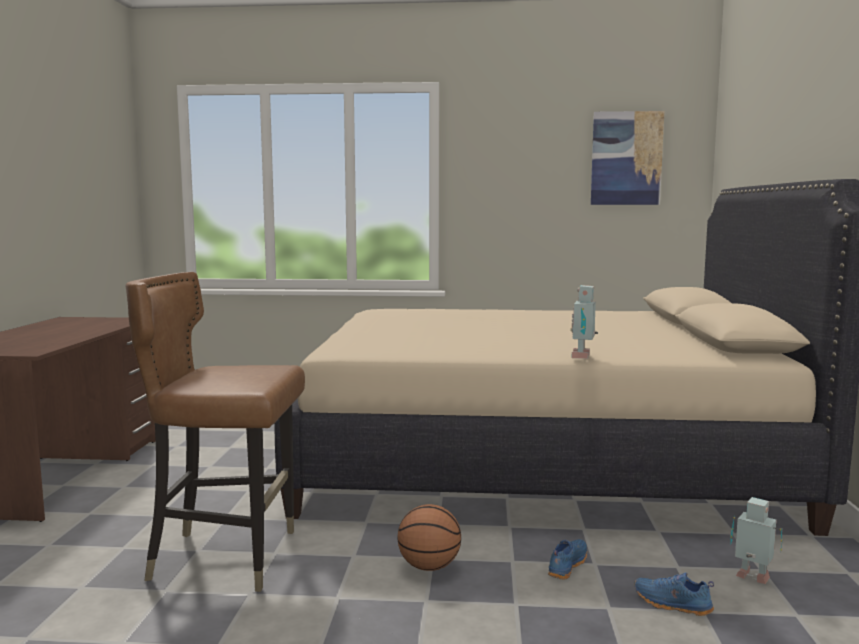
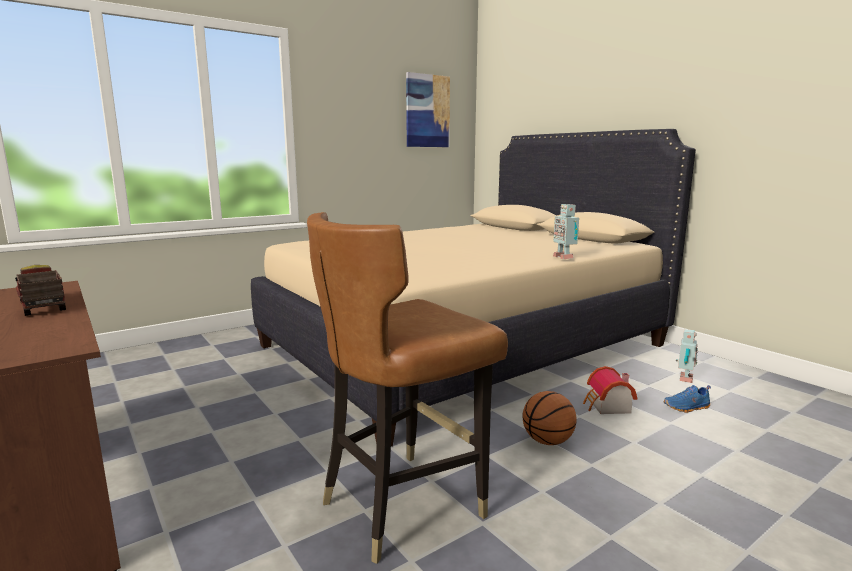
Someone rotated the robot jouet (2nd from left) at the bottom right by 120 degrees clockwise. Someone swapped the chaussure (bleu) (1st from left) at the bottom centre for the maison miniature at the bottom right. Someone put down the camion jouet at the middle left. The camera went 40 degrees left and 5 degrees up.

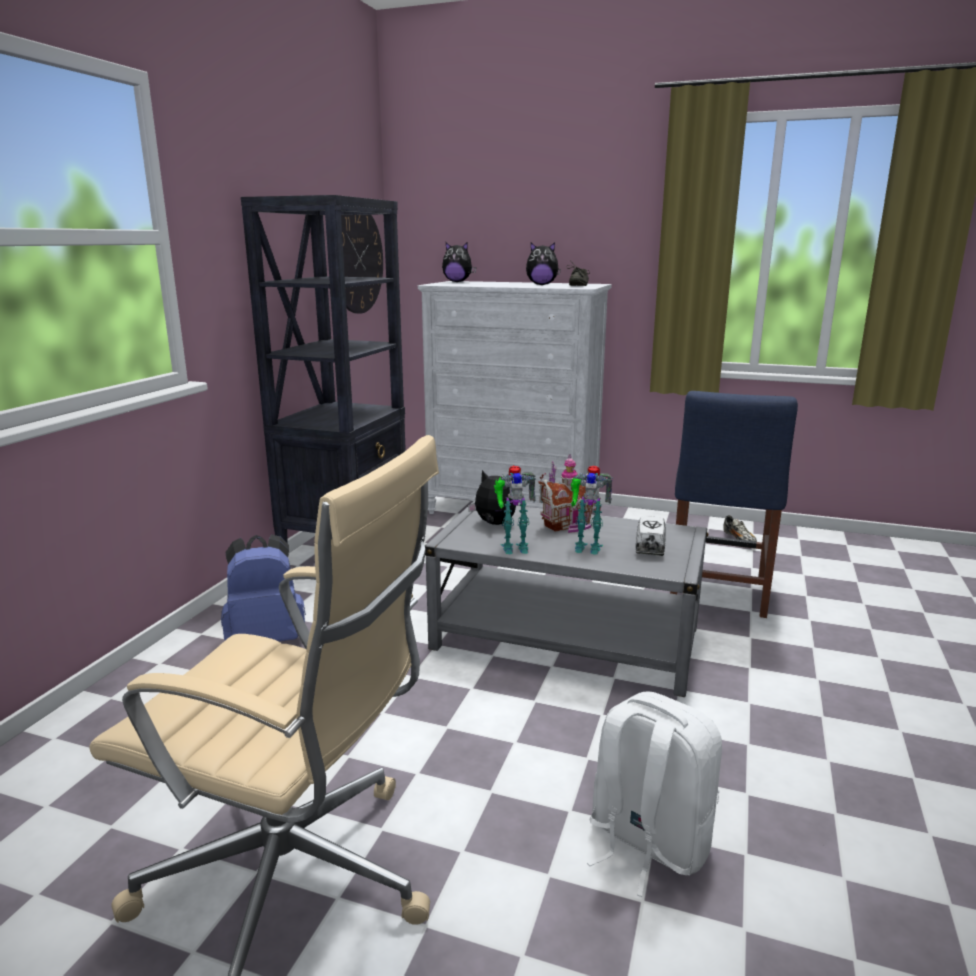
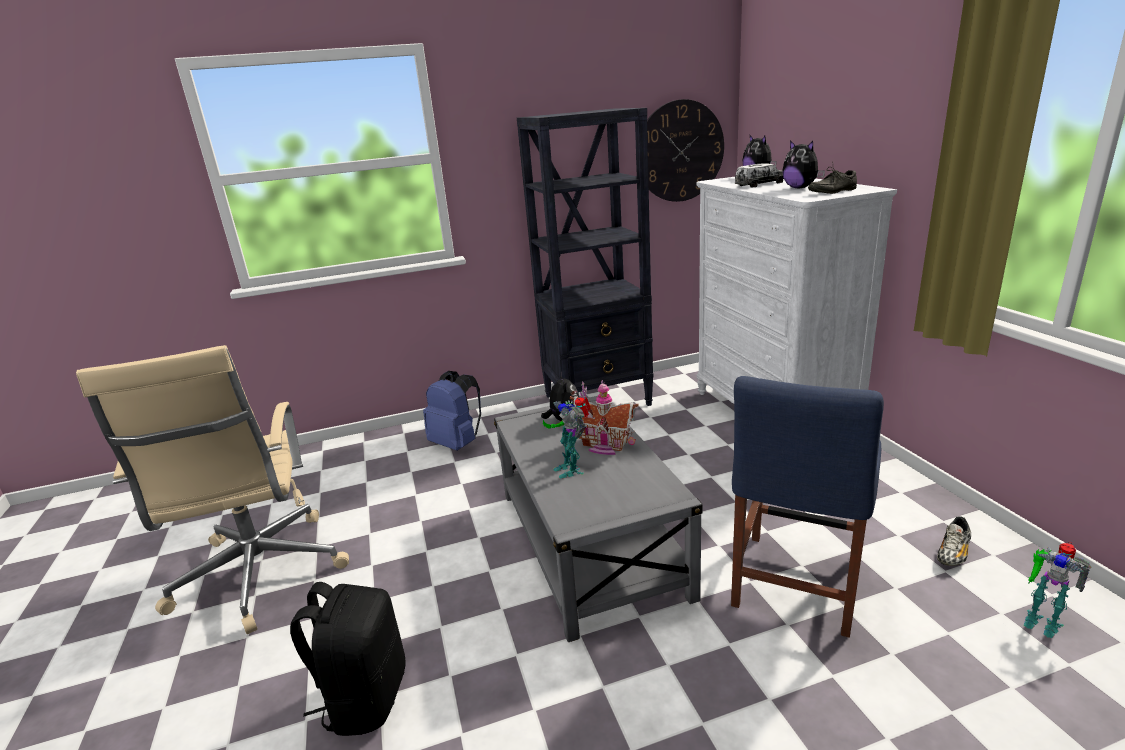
Someone rotated the chaise (bleu) at the middle right by 45 degrees counterclockwise. Someone carried the robot jouet (1st from left in the first image) from the centre to the bottom right. Someone carried the camion jouet from the middle right to the top right. Someone repainted the sac à dos (blanc) at the bottom right, which became the sac à dos (noir) at the bottom left. The camera went 55 degrees right and 5 degrees up.

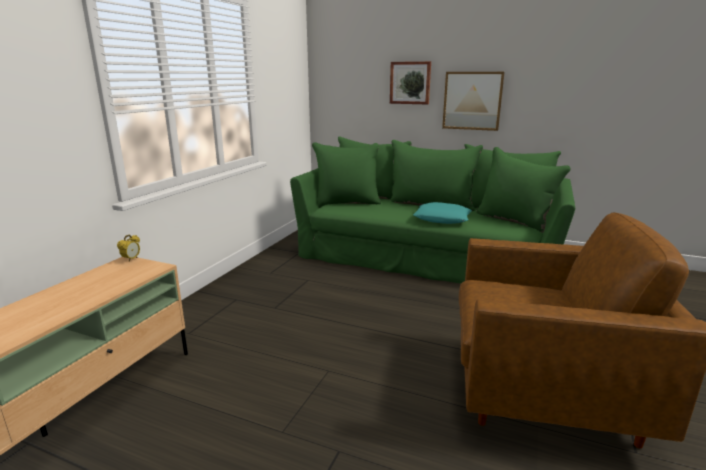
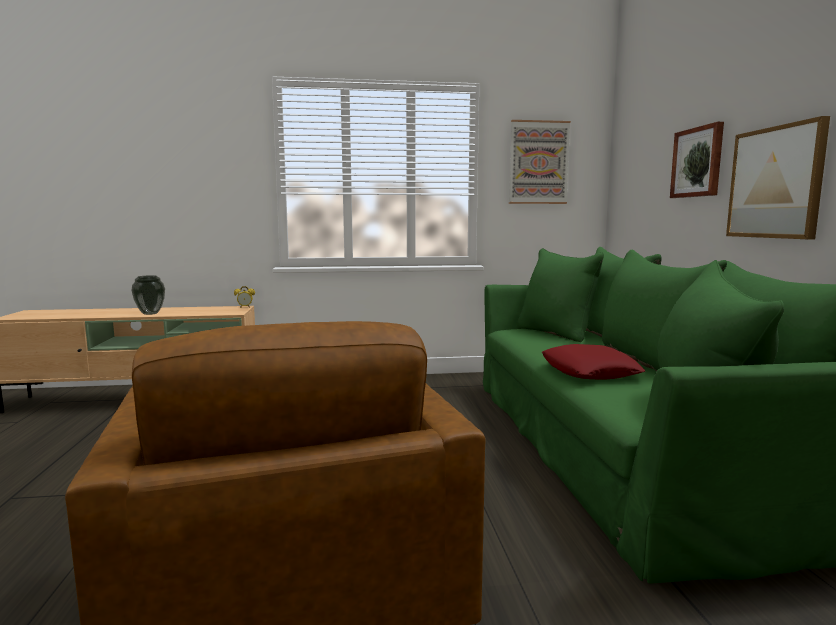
Someone repainted the coussin (turquoise) at the centre, which became the coussin (rouge) at the middle right. Someone put up the tableau (1st from left) at the top centre. Someone put down the vase at the middle left. The camera went 60 degrees right and 10 degrees down.

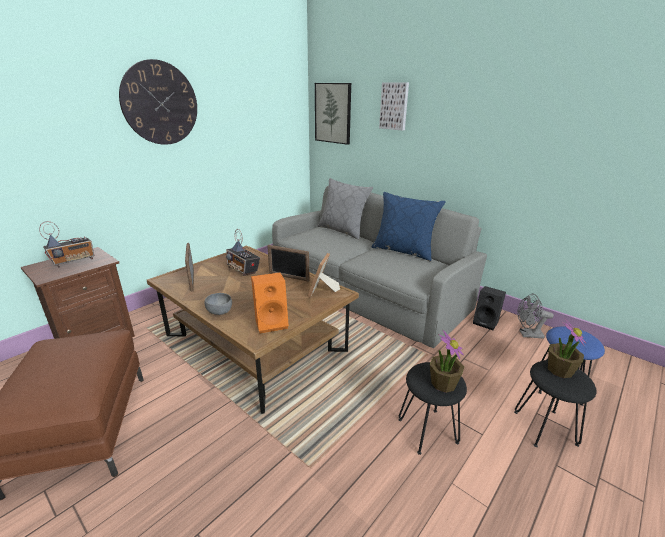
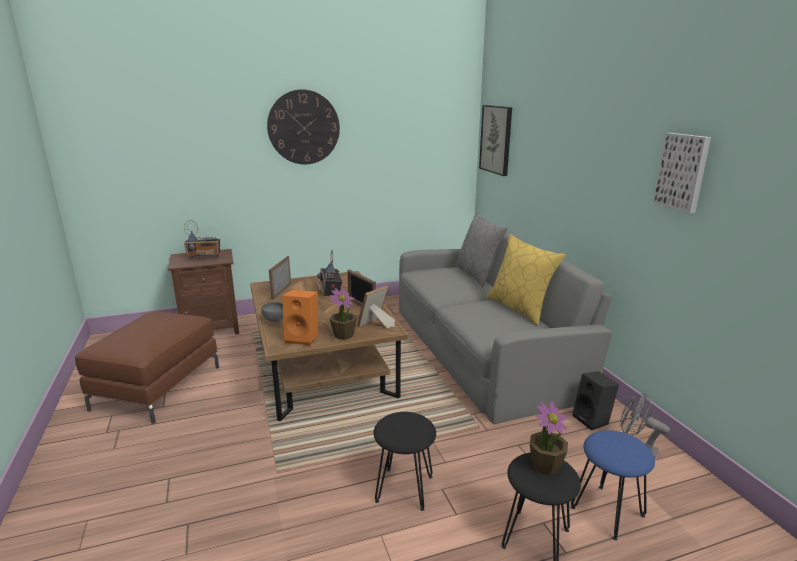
Someone carried the tableau (2nd from left) from the top centre to the top right. Someone repainted the coussin (bleu) at the centre, which became the coussin (jaune) at the centre. Someone carried the plante en pot (1st from left) from the bottom right to the centre. The camera went 30 degrees right and 5 degrees down.

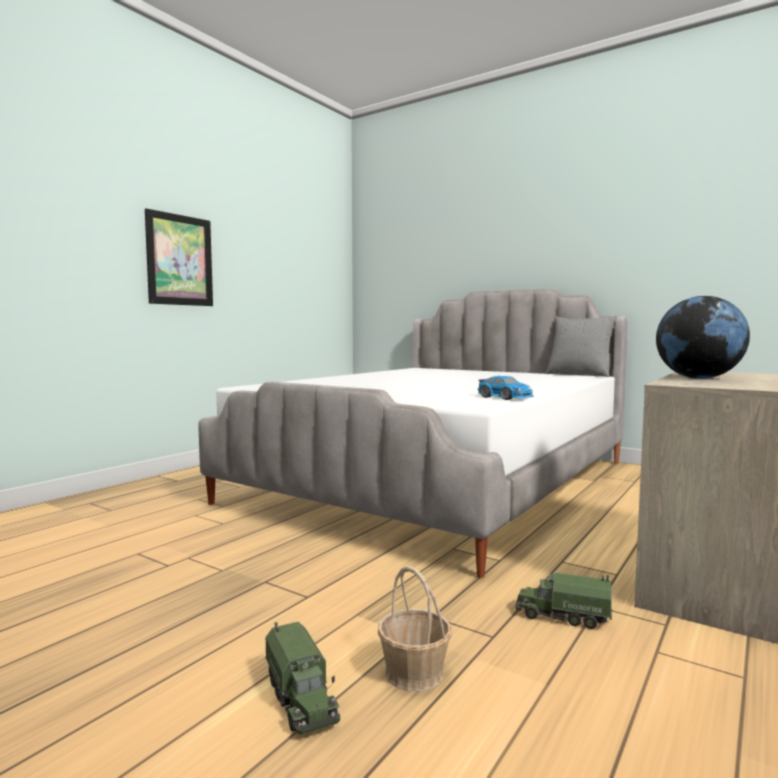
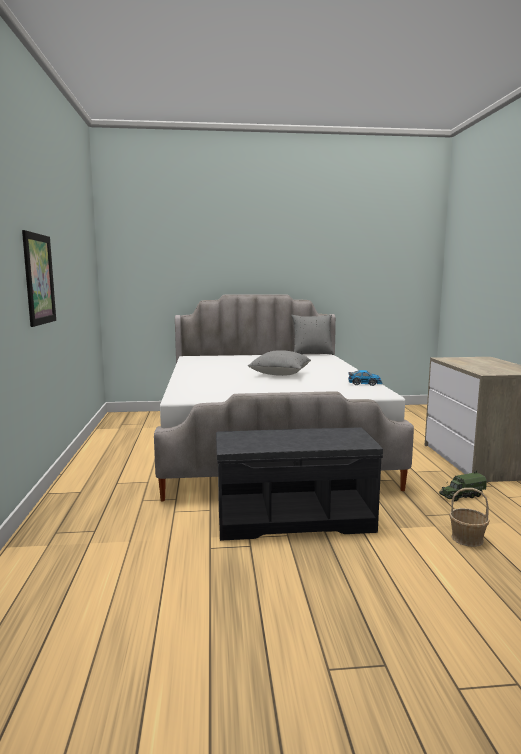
Someone took away the globe at the middle right. Someone took away the camion jouet (1st from left) at the bottom centre. Someone put down the coussin (gris) (1st from left) at the centre. Someone put down the banc (gris) at the centre. The camera went 40 degrees left and 5 degrees up.

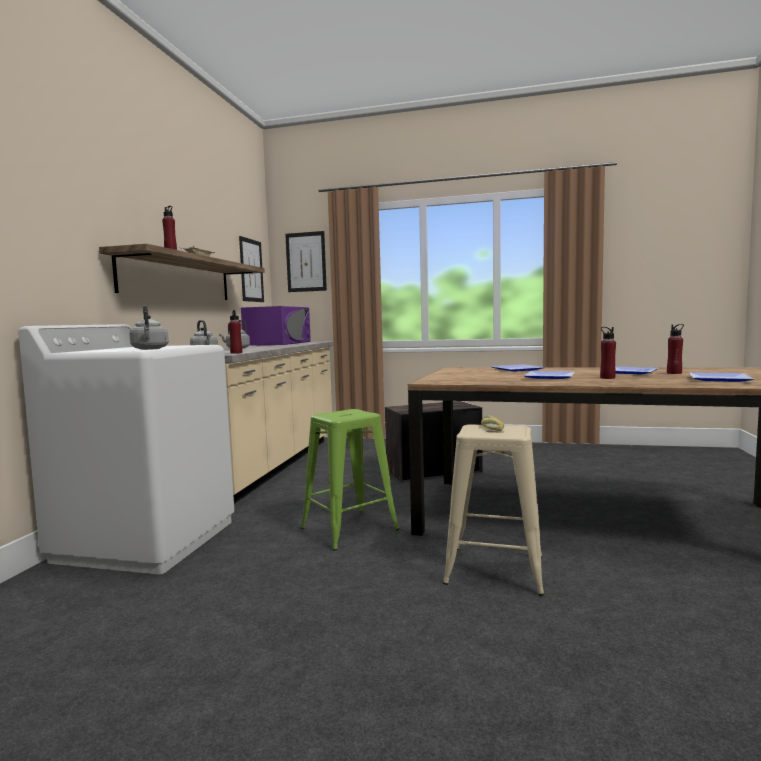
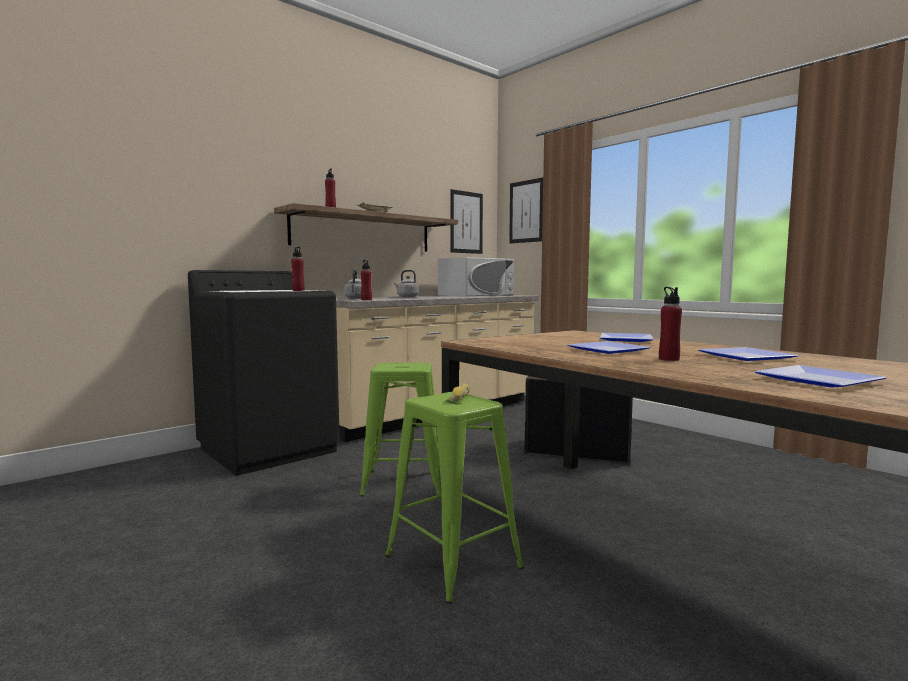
Someone took away the bouilloire (gris) (1st from left) at the middle left. Someone repainted the micro-ondes (violet) at the centre, which became the micro-ondes (blanc) at the centre. Someone repainted the lave-linge (blanc) at the middle left, which became the lave-linge (noir) at the middle left. Someone carried the bouteille (rouge) (4th from left in the first image) from the middle right to the middle left. Someone repainted the tabouret (beige) at the bottom centre, which became the tabouret (vert) (2nd from left) at the bottom centre. The camera went 35 degrees right and 0 degrees up.

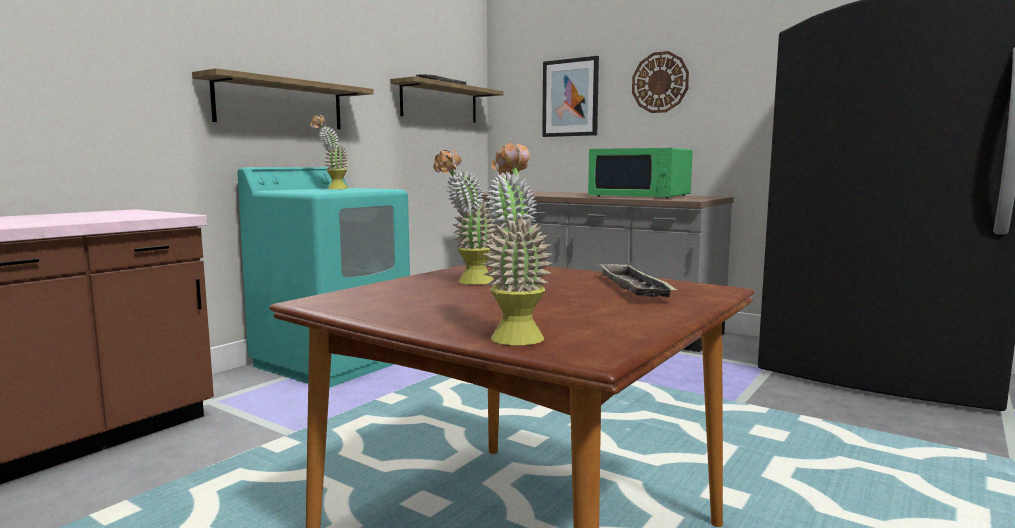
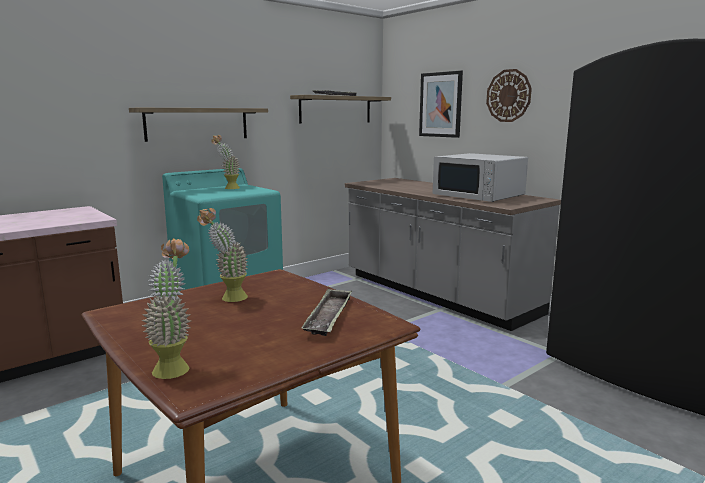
Someone repainted the micro-ondes (vert) at the top centre, which became the micro-ondes (blanc) at the middle right. The camera went 15 degrees right and 5 degrees up.

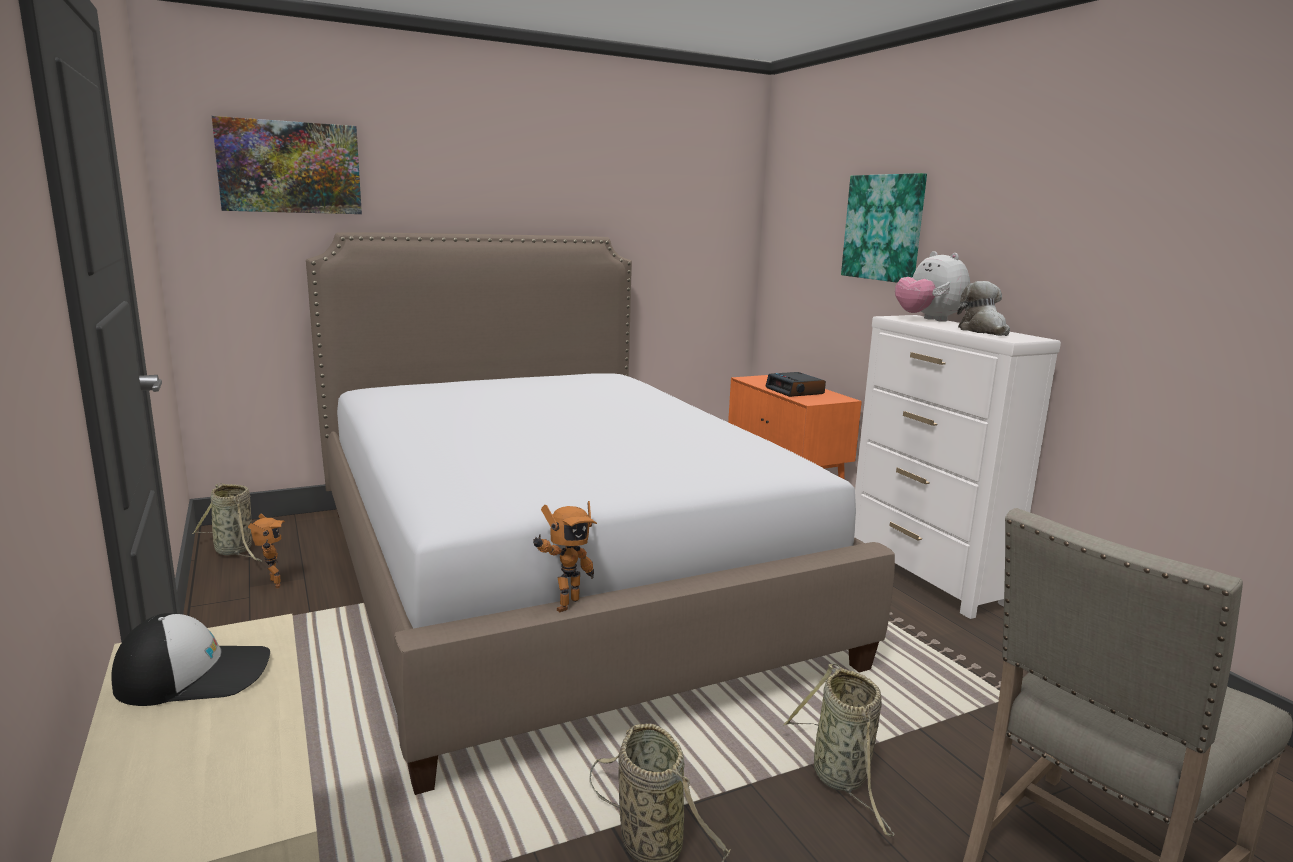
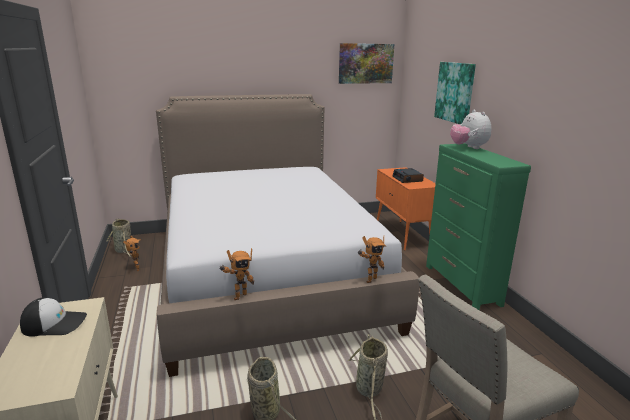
Someone carried the tableau (1st from left) from the top left to the top centre. Someone took away the peluche (2nd from left) at the middle right. Someone repainted the commode (blanc) at the middle right, which became the commode (vert) at the middle right. Someone put down the robot jouet (3rd from left) at the centre. The camera went 10 degrees right and 5 degrees up.

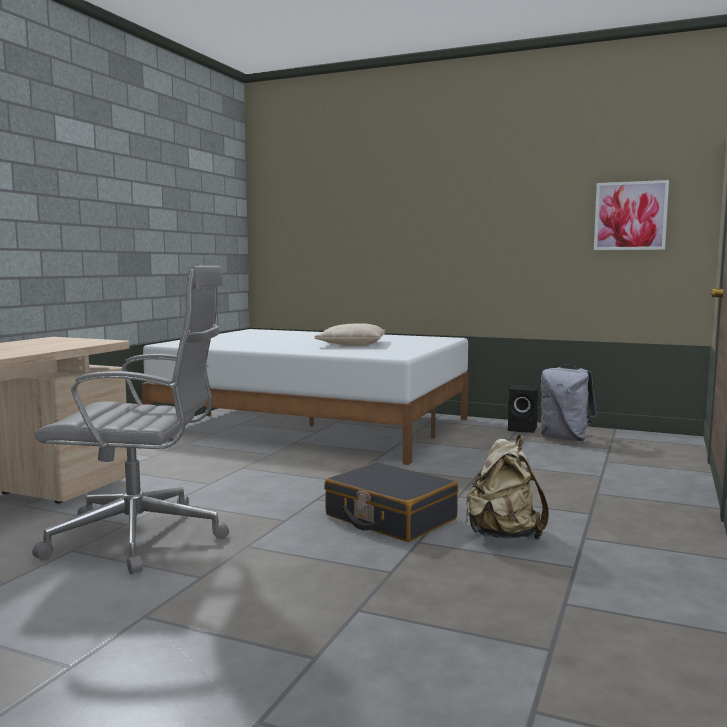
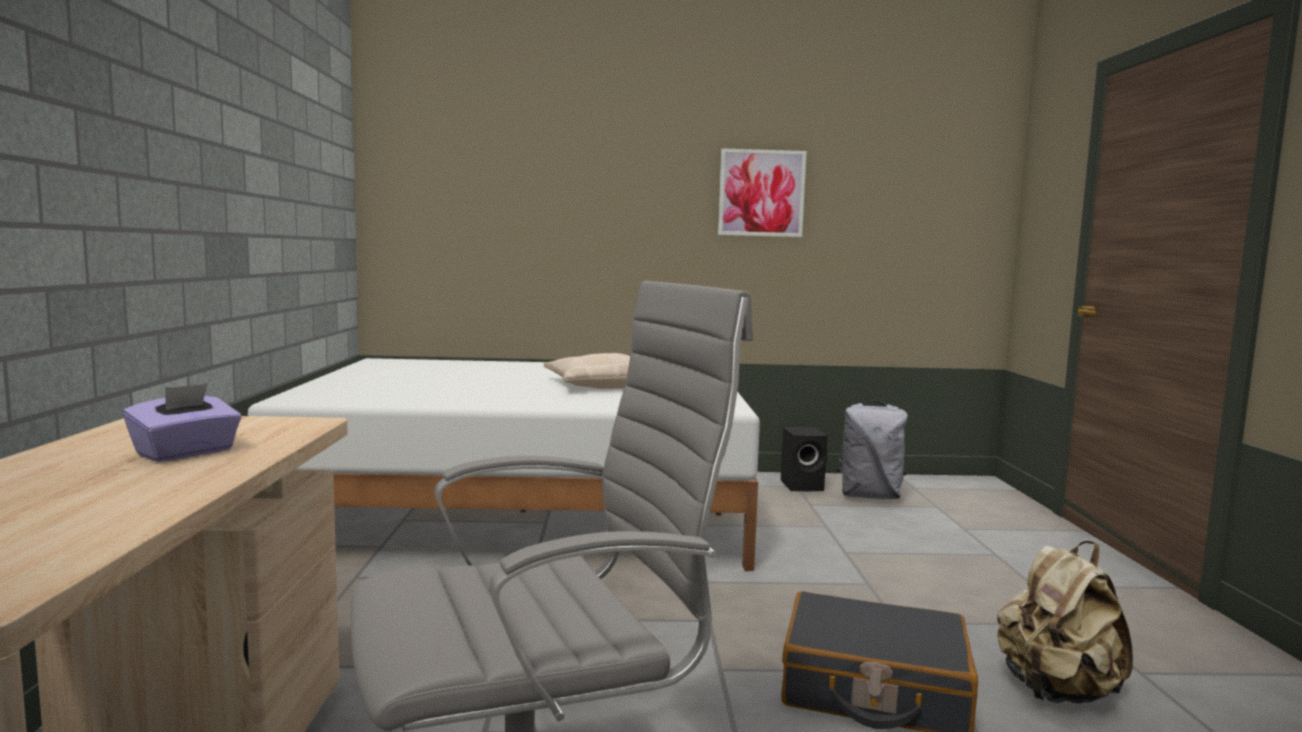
Someone carried the tableau from the top right to the top centre. Someone put down the boîte à mouchoirs (violet) at the middle left. The camera went 25 degrees left and 0 degrees up.

